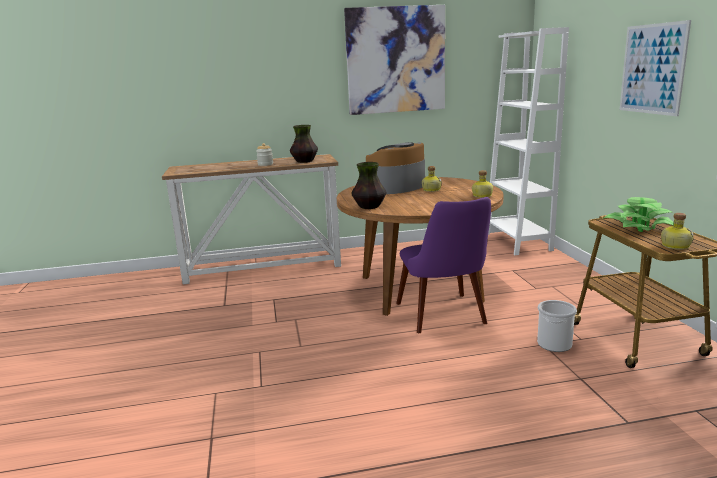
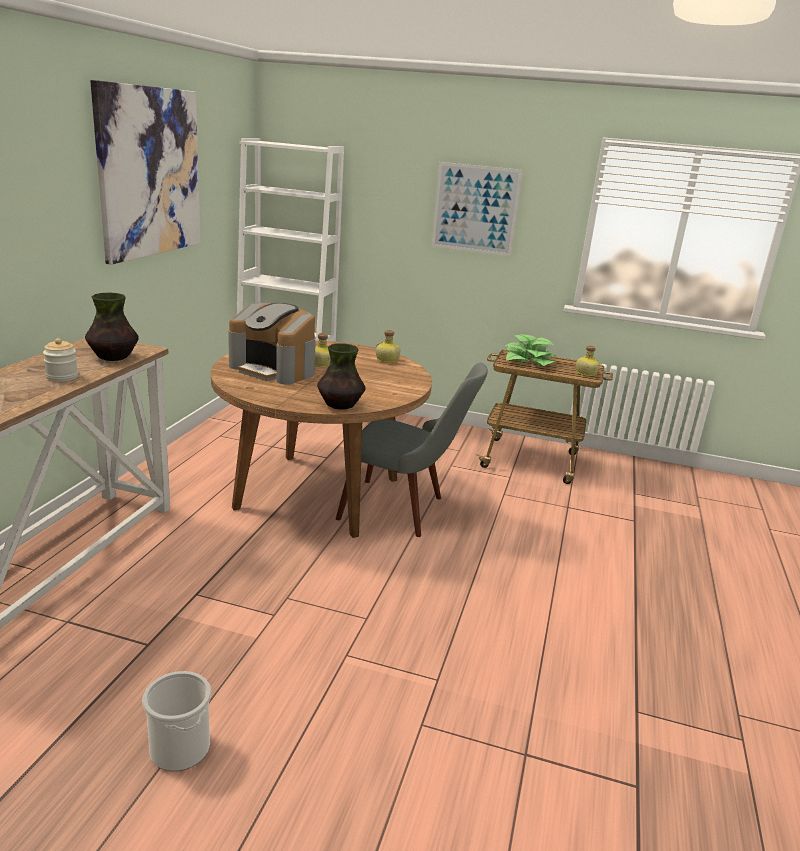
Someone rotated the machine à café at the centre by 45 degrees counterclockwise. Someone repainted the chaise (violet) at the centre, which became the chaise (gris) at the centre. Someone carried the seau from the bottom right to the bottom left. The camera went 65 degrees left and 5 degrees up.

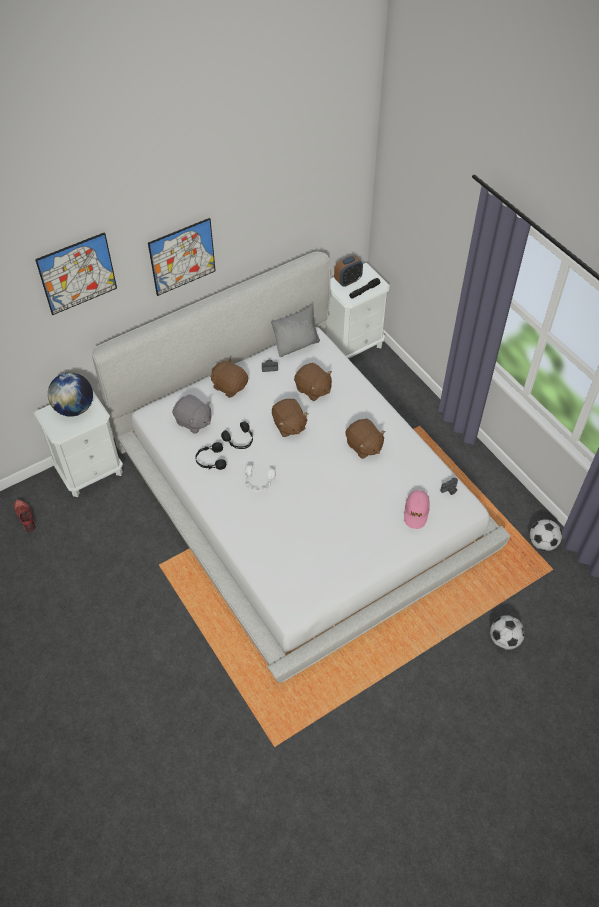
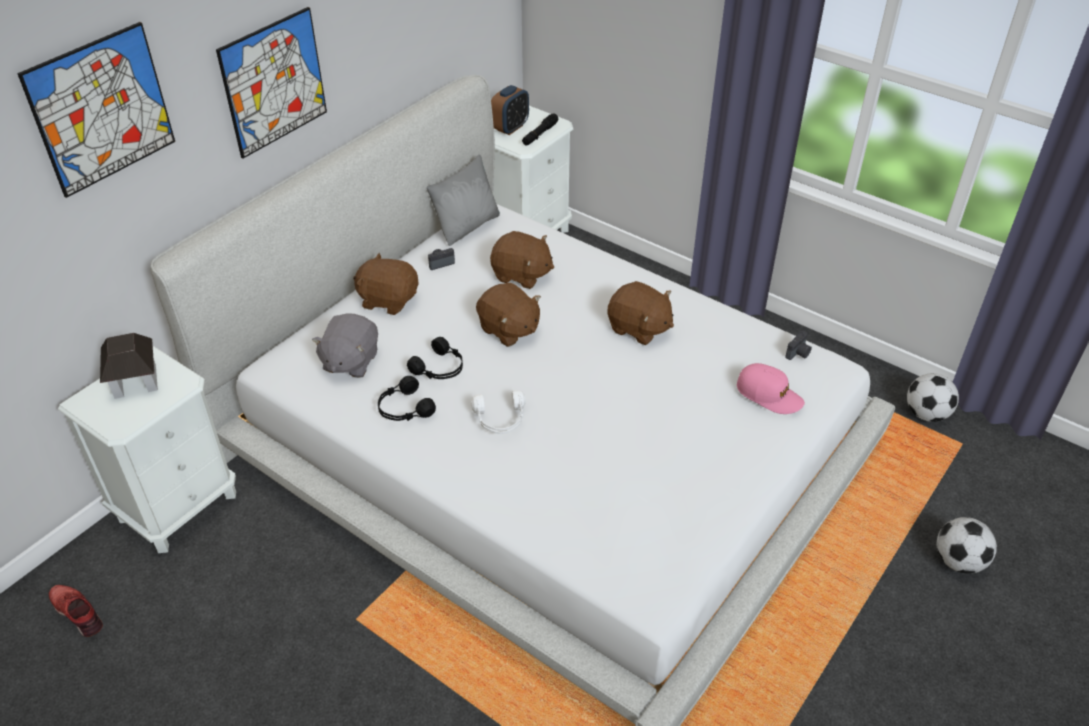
Someone swapped the globe at the middle left for the maison miniature at the middle left. Someone rotated the peluche (gris) at the middle left by 90 degrees clockwise. Someone rotated the casquette (rose) at the middle right by 45 degrees counterclockwise. The camera went 20 degrees left and 10 degrees down.

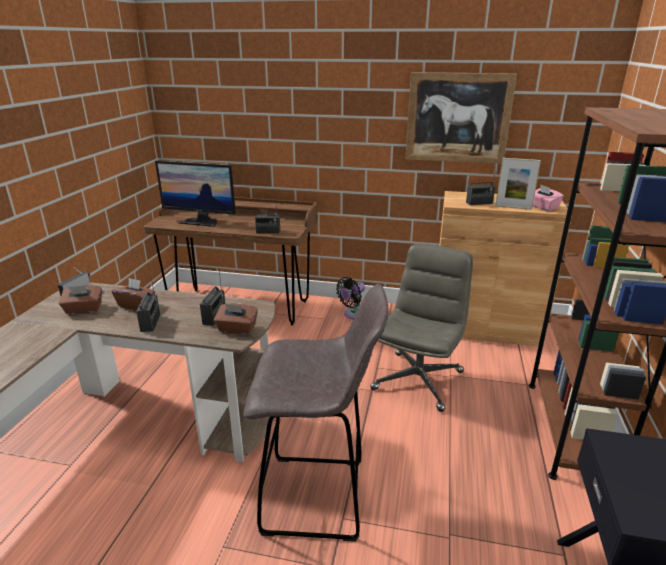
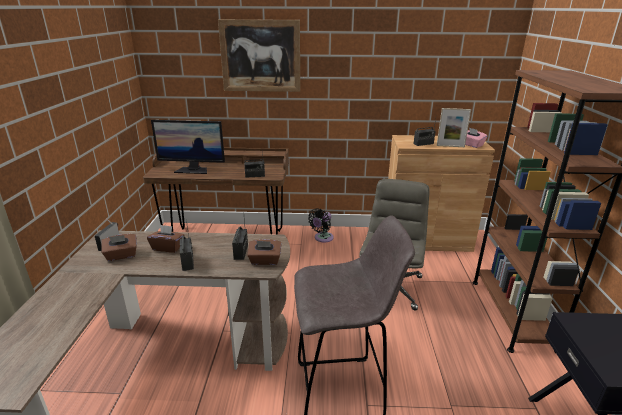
Someone carried the tableau from the top right to the top centre. The camera went 10 degrees left and 0 degrees up.

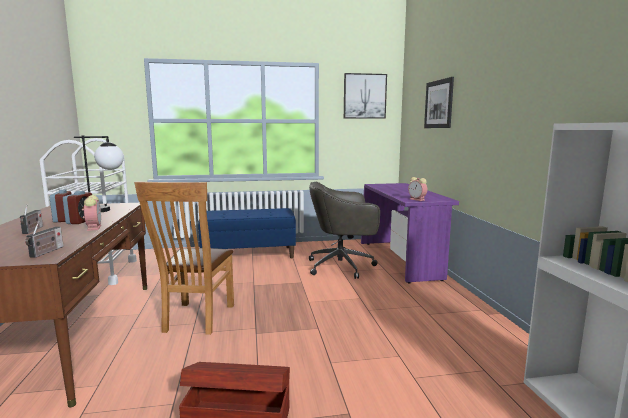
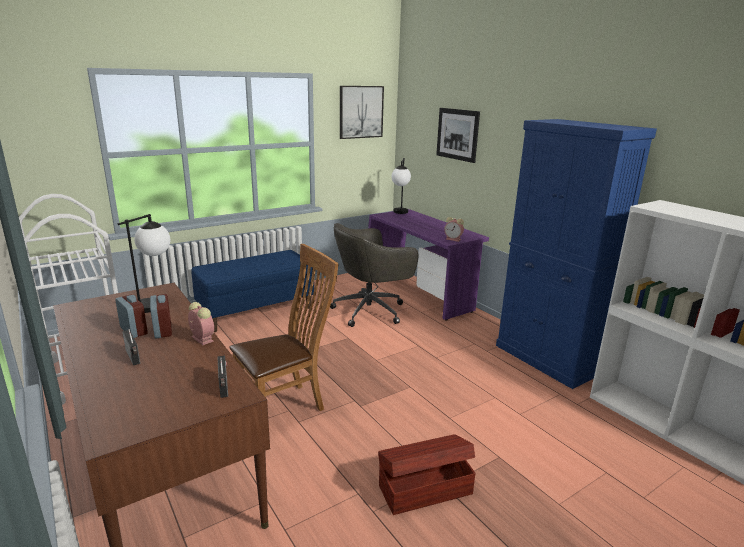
Someone rotated the chaise (marron) at the middle left by 105 degrees counterclockwise. Someone put down the meuble de rangement (bleu) at the middle right. Someone put down the lampe de table (2nd from left) at the centre. The camera went 25 degrees left and 10 degrees up.

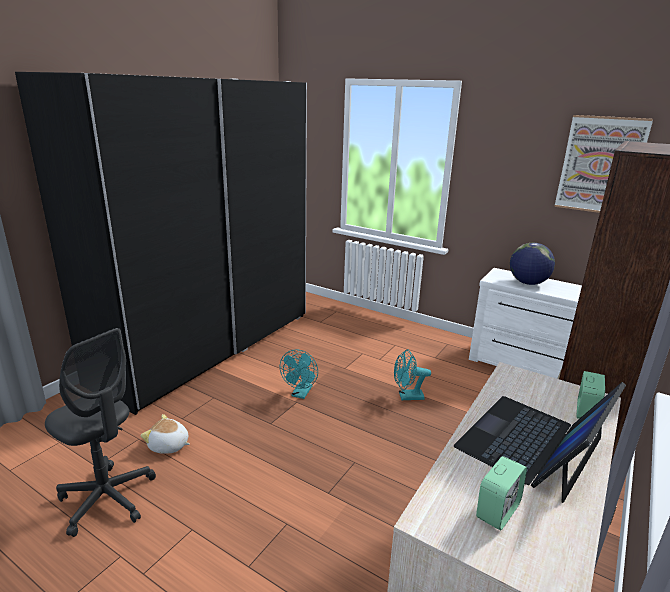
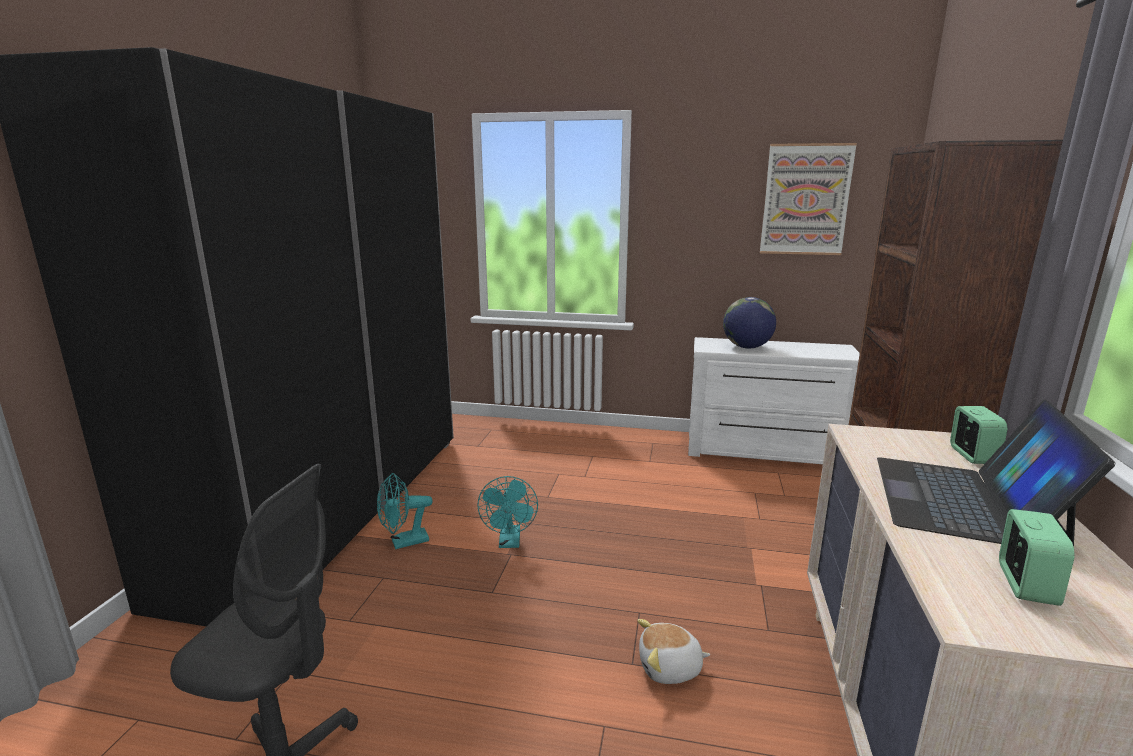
Someone carried the ventilateur (turquoise) (2nd from left in the first image) from the centre to the bottom centre. Someone carried the peluche from the bottom left to the bottom centre. The camera went 20 degrees left and 5 degrees down.

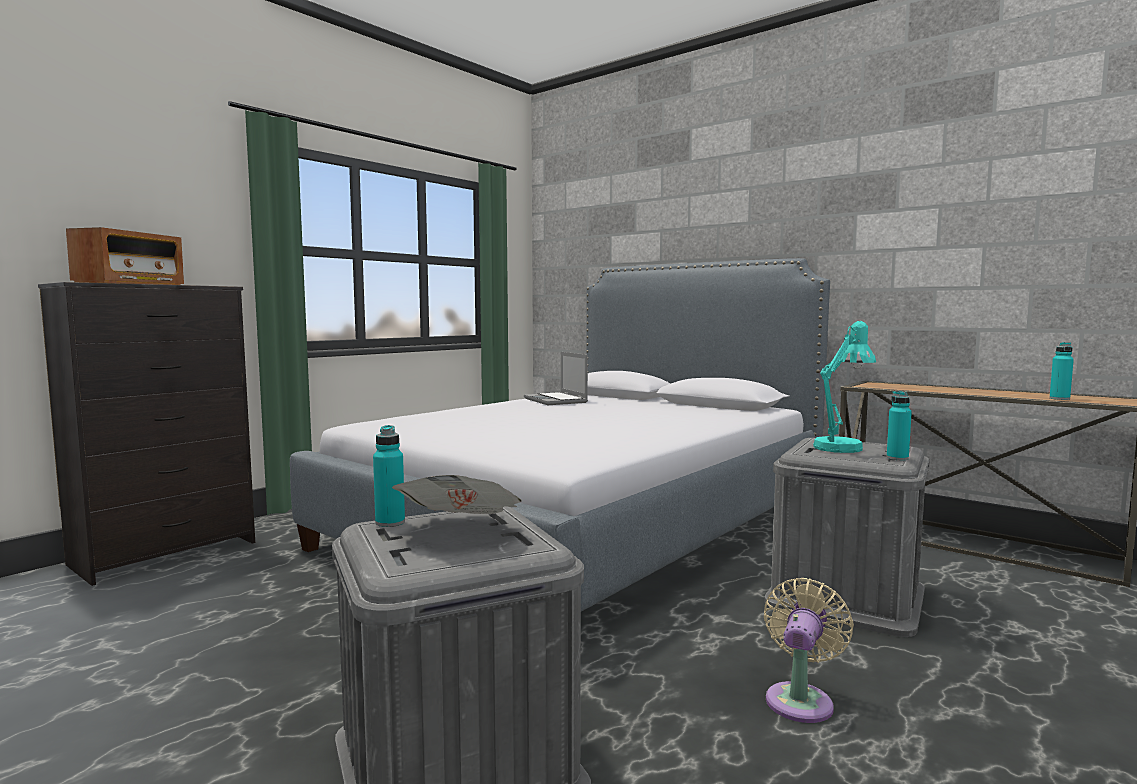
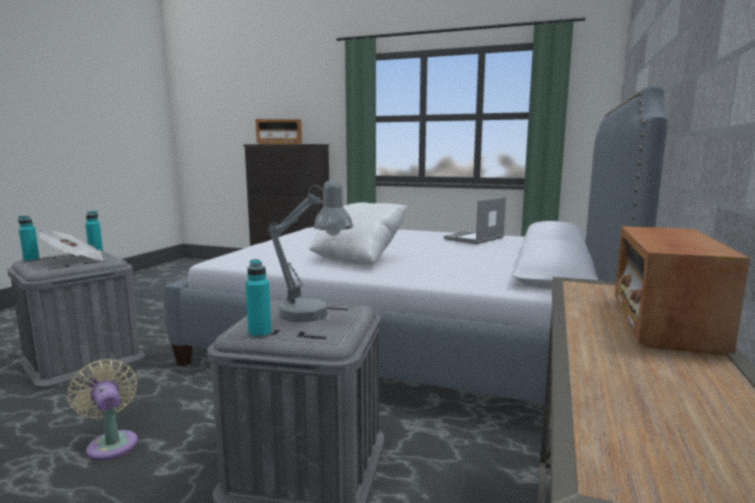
Someone repainted the lampe de table (turquoise) at the middle right, which became the lampe de table (gris) at the centre. Someone carried the bouteille (turquoise) (3rd from left in the first image) from the middle right to the middle left. Someone rotated the ventilateur (beige) at the bottom right by 135 degrees counterclockwise. Someone put down the coussin (blanc) at the centre. Someone put down the radio (2nd from left) at the middle right. The camera went 70 degrees right and 5 degrees up.

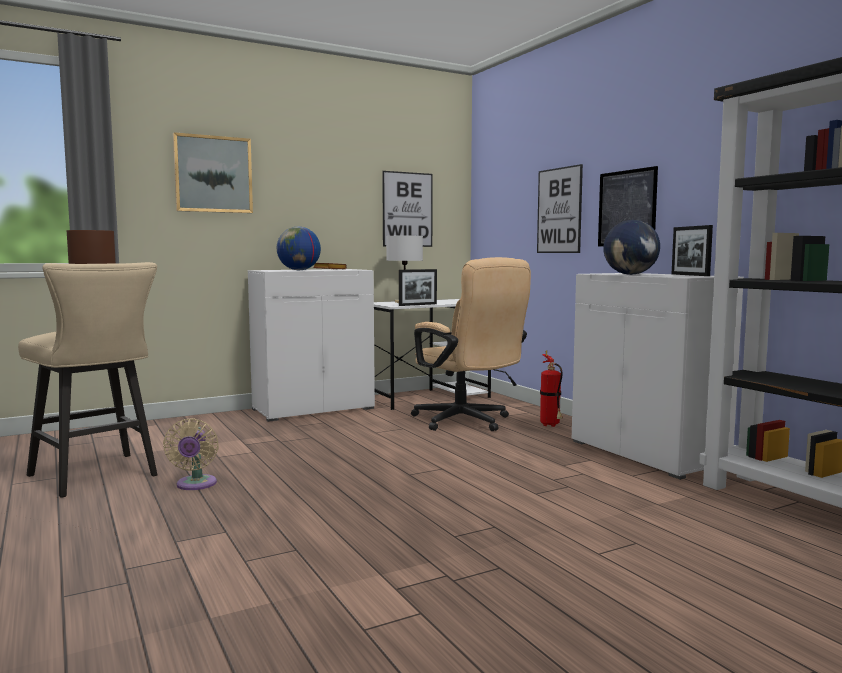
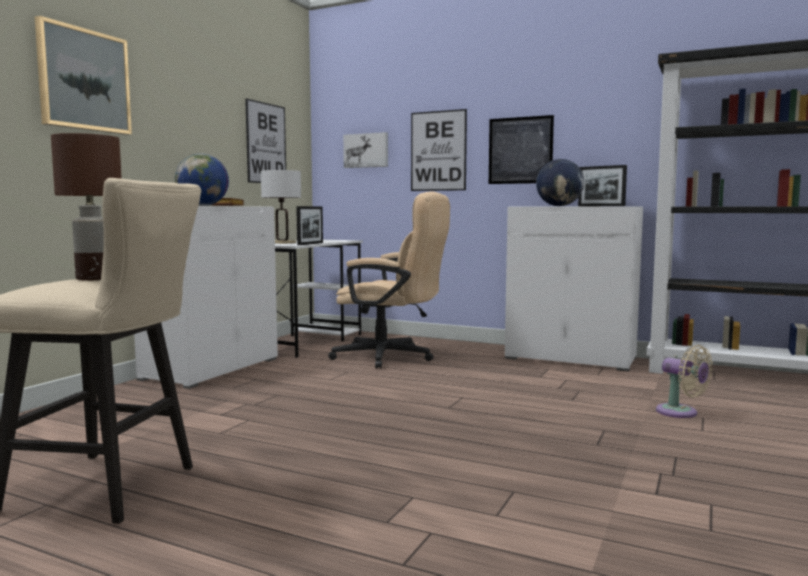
Someone took away the extincteur at the centre. Someone carried the ventilateur (beige) from the bottom left to the middle right. Someone put up the tableau (3rd from left) at the top centre. The camera went 35 degrees left and 0 degrees up.

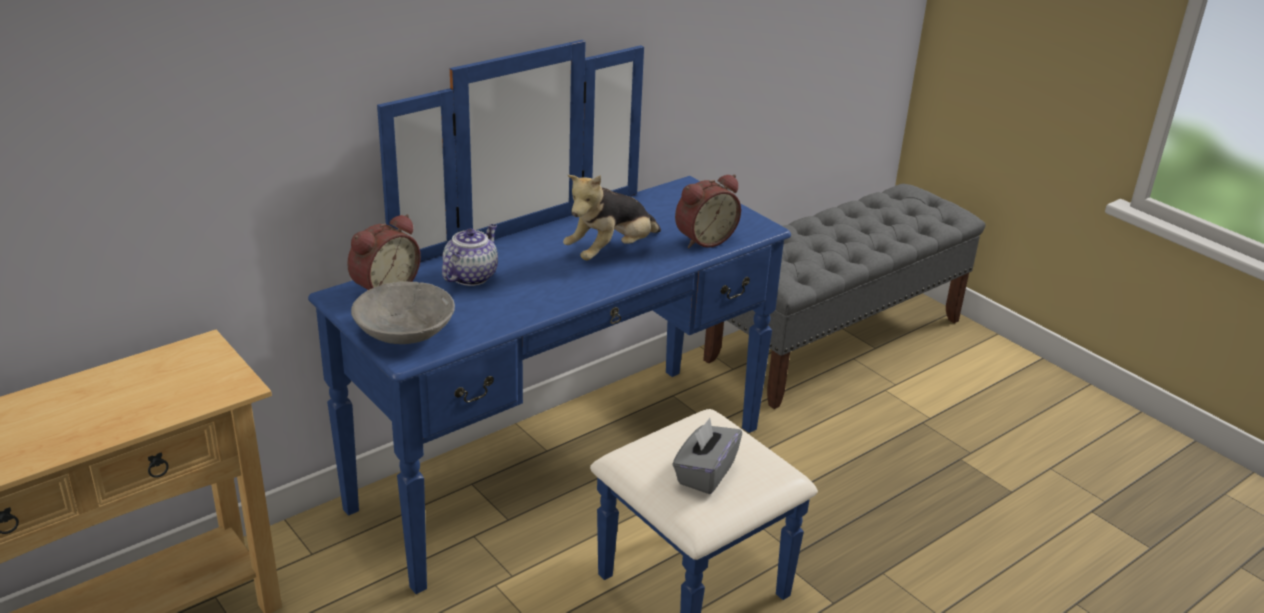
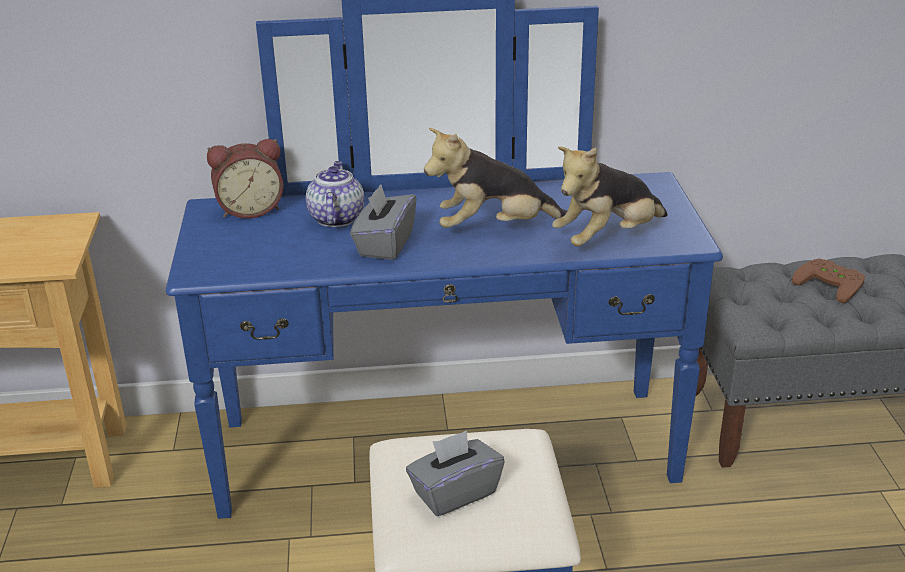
Someone swapped the réveil (2nd from left) at the centre for the peluche (2nd from left) at the middle right. Someone rotated the théière at the centre by 60 degrees counterclockwise. Someone took away the bol (gris) at the middle left. Someone put down the boîte à mouchoirs (gris) (1st from left) at the centre. Someone put down the manette (marron) at the middle right. The camera went 35 degrees right and 0 degrees up.

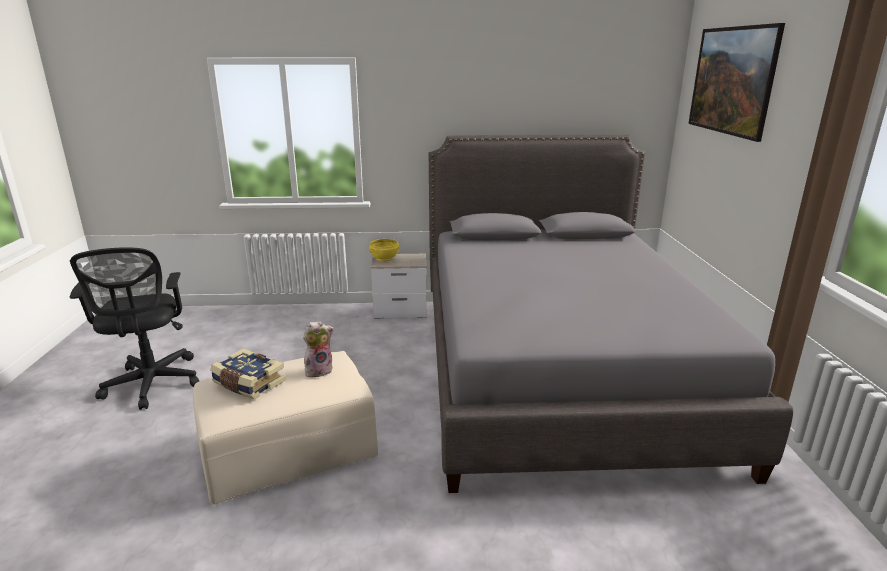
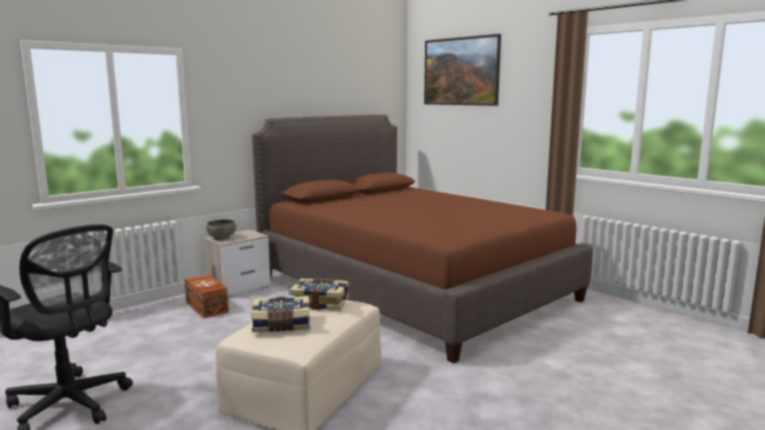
Someone repainted the lit (gris) at the middle right, which became the lit (marron) at the centre. Someone repainted the bol (jaune) at the centre, which became the bol (gris) at the middle left. Someone swapped the peluche at the centre for the livre (2nd from left) at the bottom centre. Someone put down the boîte de rangement (marron) at the bottom left. The camera went 40 degrees left and 10 degrees down.

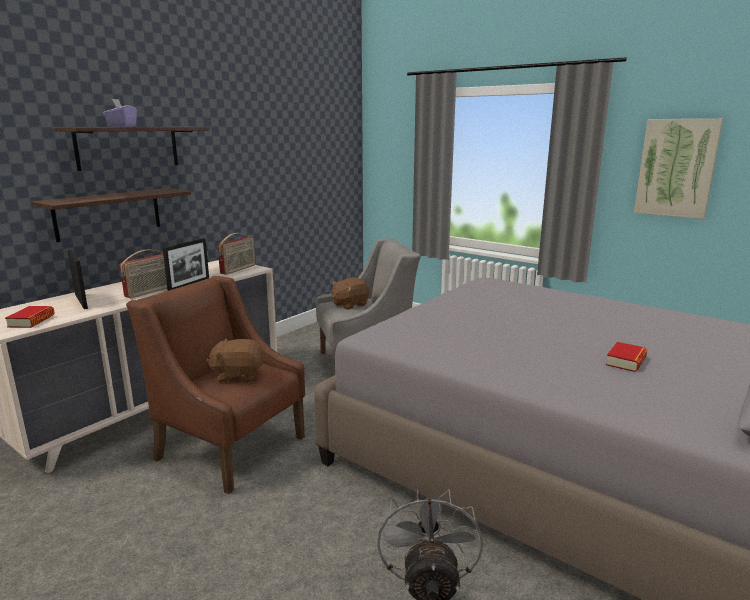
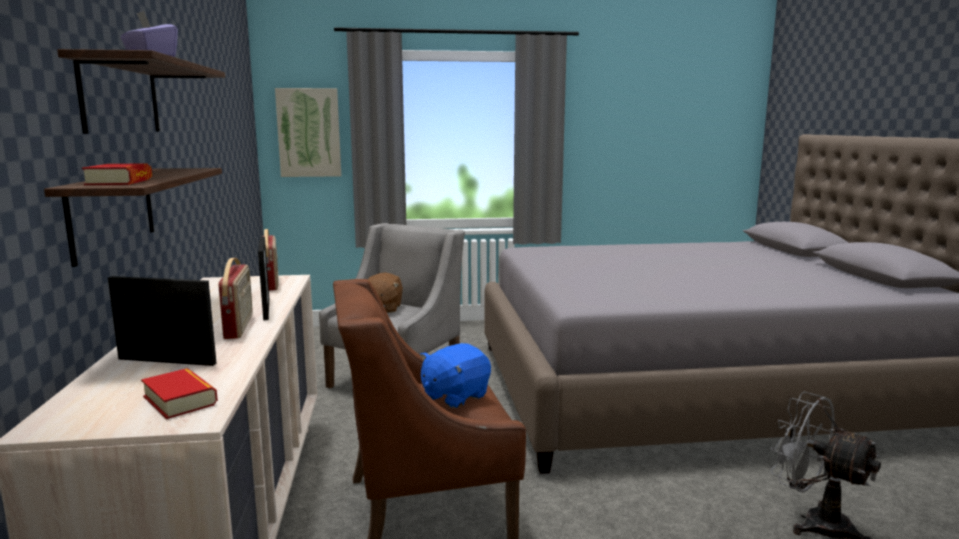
Someone carried the tableau from the top right to the top left. Someone repainted the peluche (marron) (1st from left) at the middle left, which became the peluche (bleu) at the bottom centre. Someone carried the livre (2nd from left in the first image) from the middle right to the top left. The camera went 45 degrees left and 5 degrees down.

